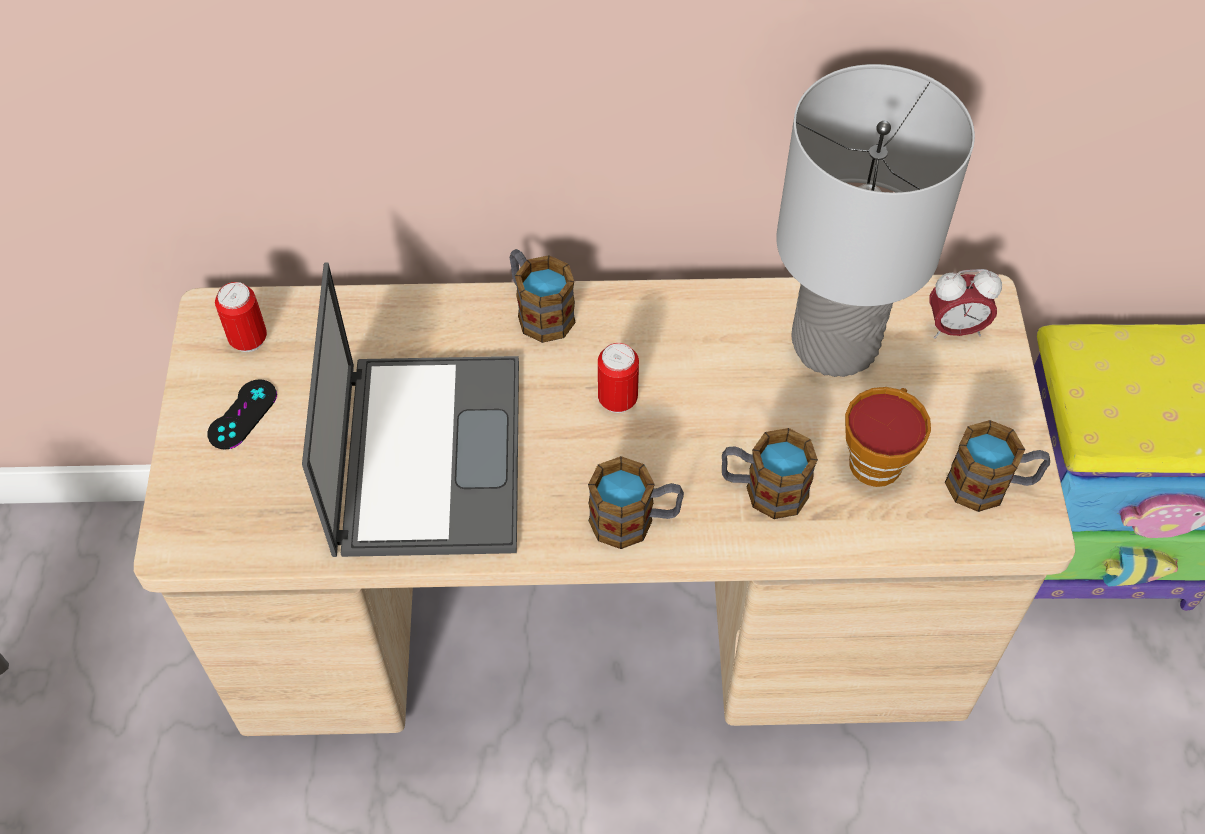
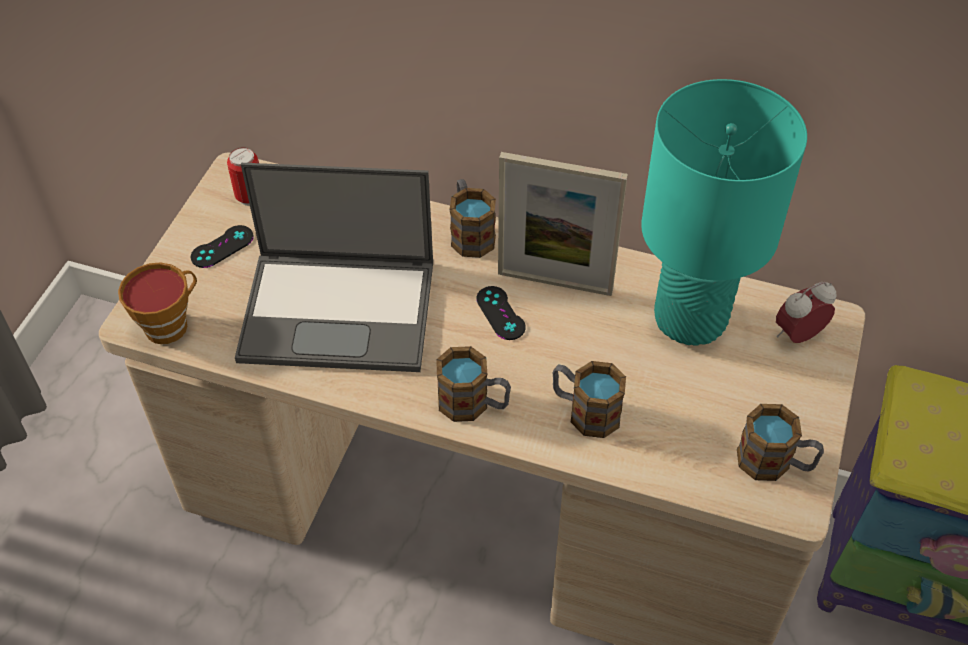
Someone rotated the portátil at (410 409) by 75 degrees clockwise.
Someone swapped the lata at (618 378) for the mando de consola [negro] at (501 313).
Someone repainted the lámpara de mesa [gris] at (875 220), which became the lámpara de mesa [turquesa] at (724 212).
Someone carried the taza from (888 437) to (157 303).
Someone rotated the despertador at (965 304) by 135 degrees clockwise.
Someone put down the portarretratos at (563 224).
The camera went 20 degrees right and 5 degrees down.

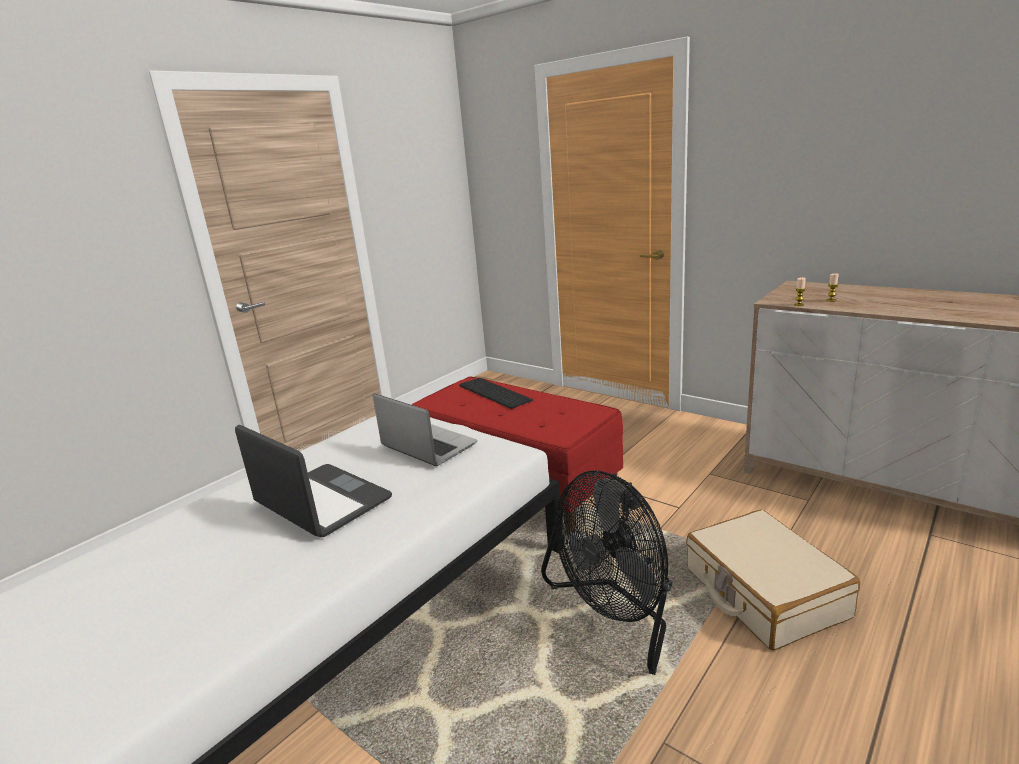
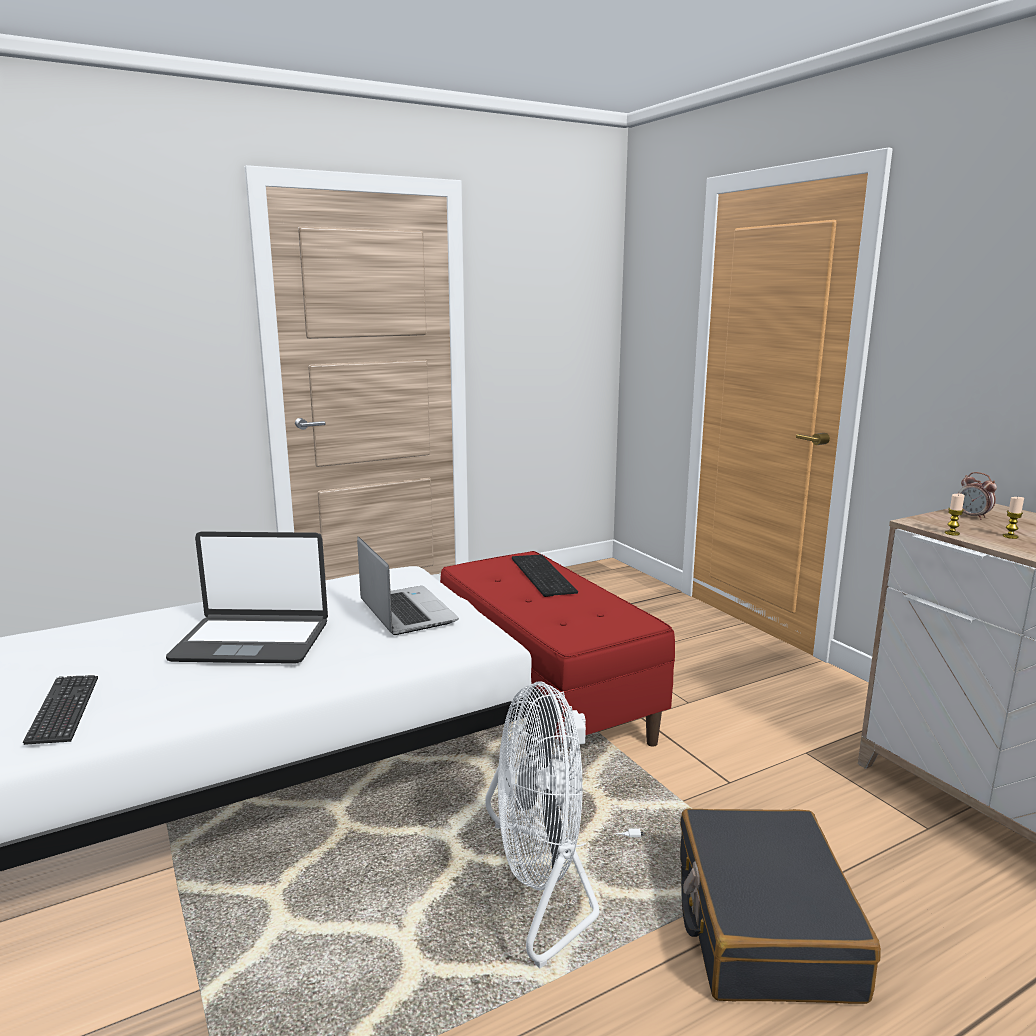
Someone rotated the portátil at (313 481) by 120 degrees clockwise.
Someone repainted the ventilador [negro] at (607 572), which became the ventilador [blanco] at (565 825).
Someone repainted the maleta [beis] at (773 580), which became the maleta [negro] at (780 906).
Someone put down the teclado at (60 710).
Someone put down the despertador at (977 496).
The camera went 20 degrees right and 5 degrees down.

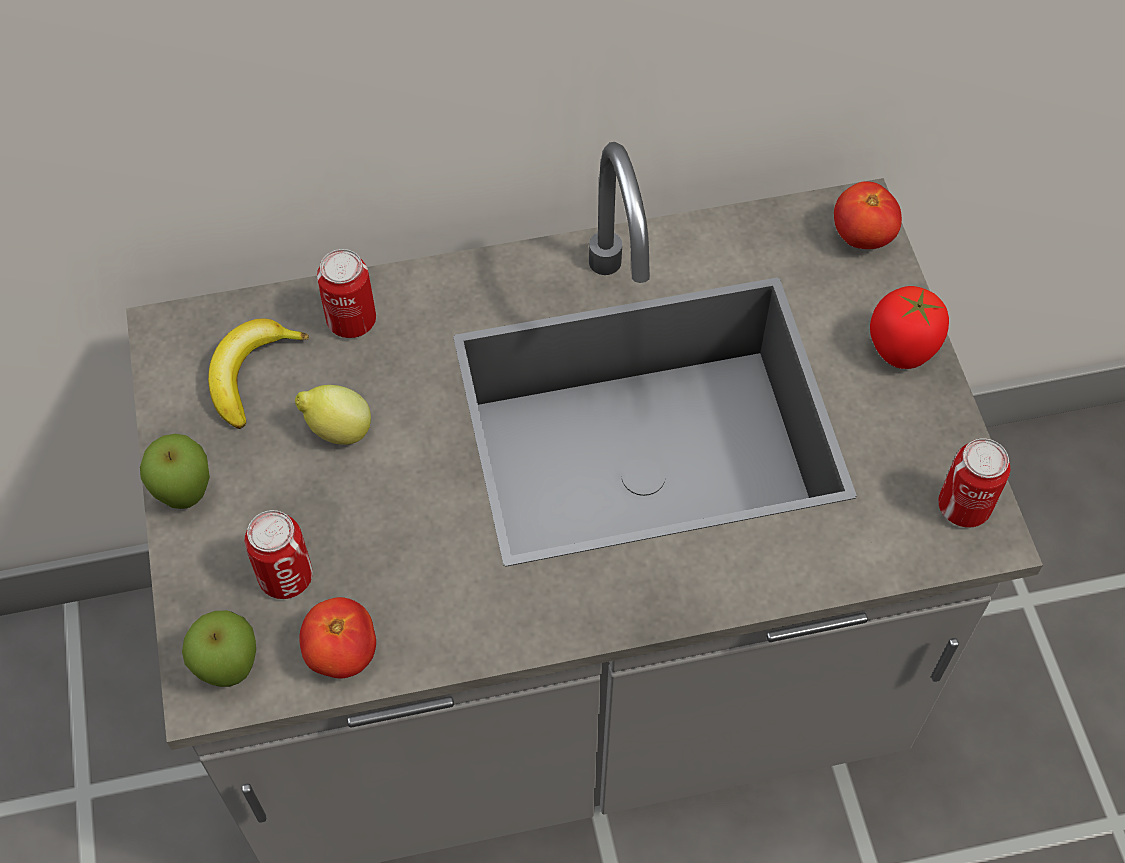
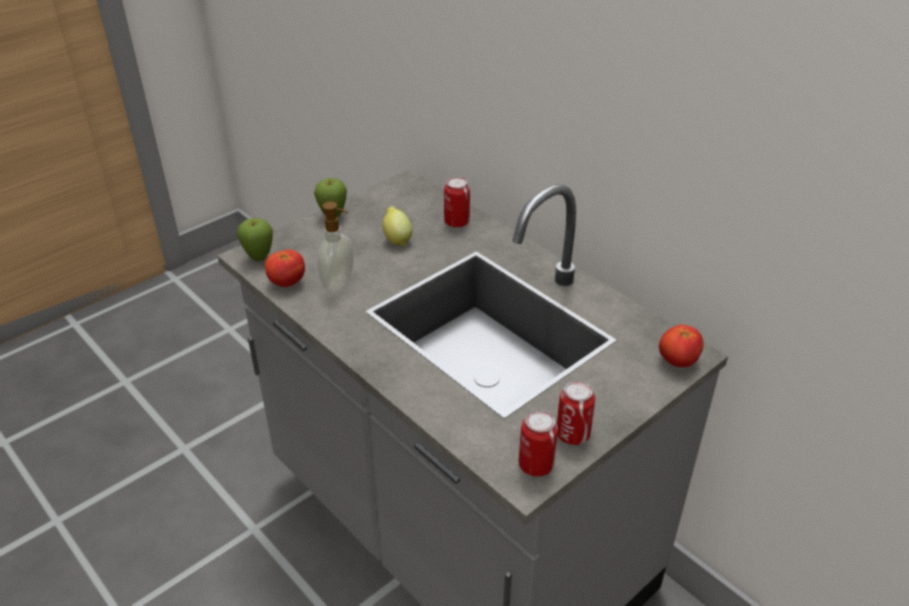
Someone took away the plátano at (258 374).
Someone carried the lata from (278 554) to (576 412).
Someone took away the tomate at (909 327).
Someone put down the dispensador de jabón at (335 247).
The camera went 60 degrees right and 20 degrees down.

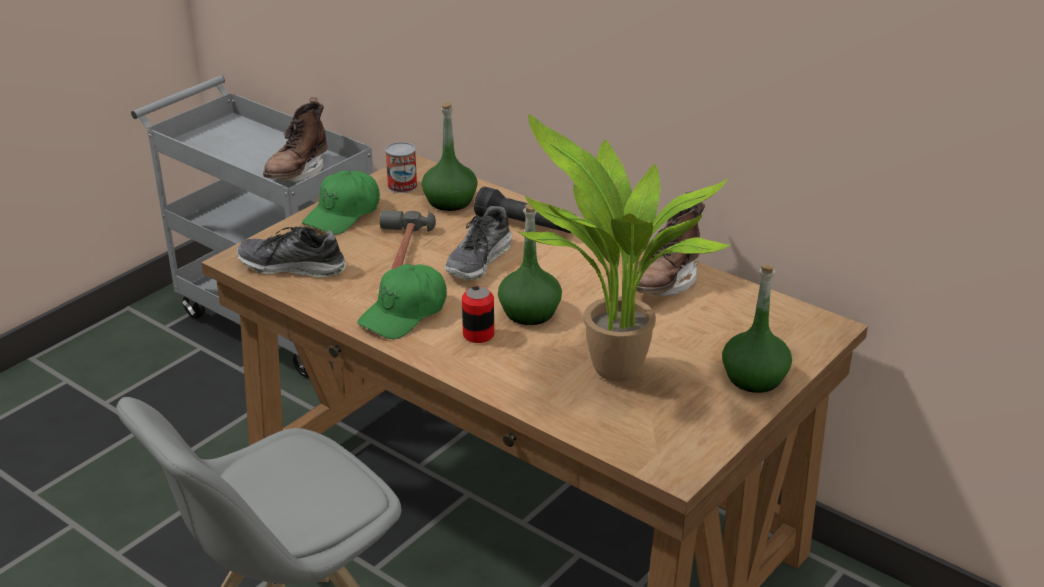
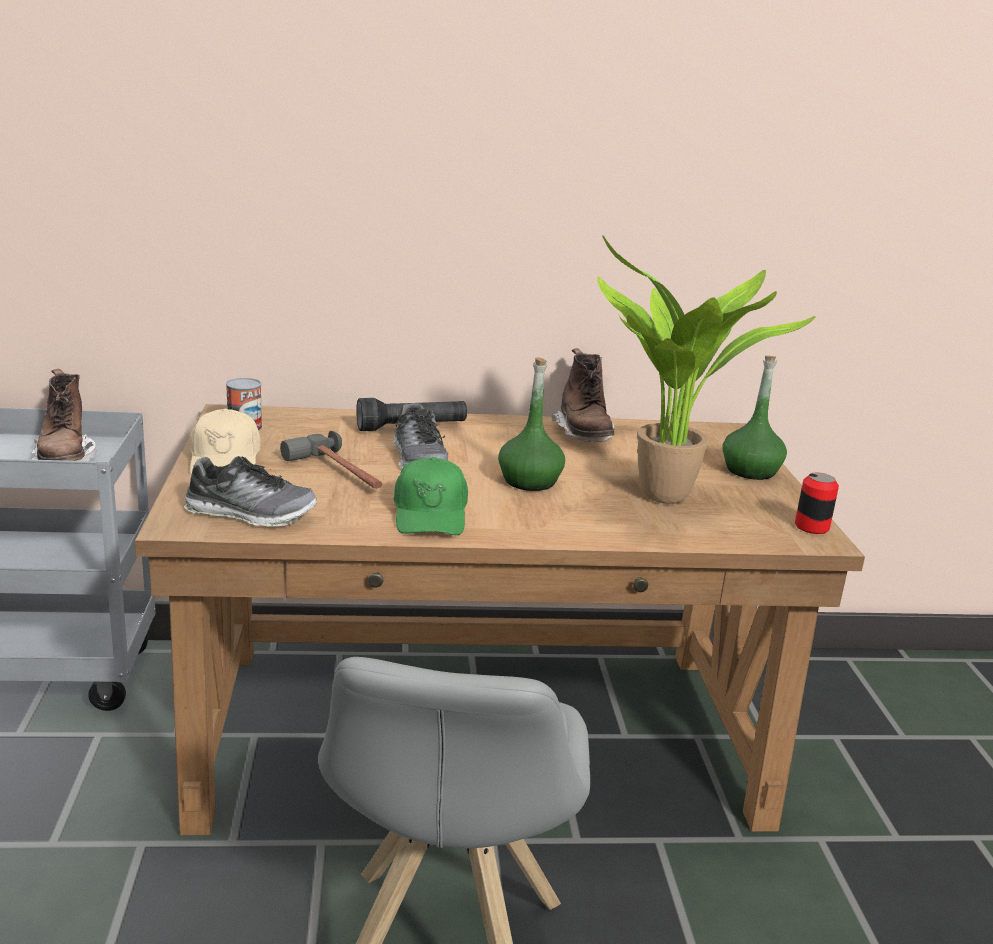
Someone rotated the zapato at (291 252) by 135 degrees counterclockwise.
Someone repainted the gorra [verde] at (341 203), which became the gorra [beis] at (225 442).
Someone took away the botella [verde] at (450 157).
Someone carried the lata from (478 314) to (817 503).
The camera went 45 degrees left and 10 degrees down.

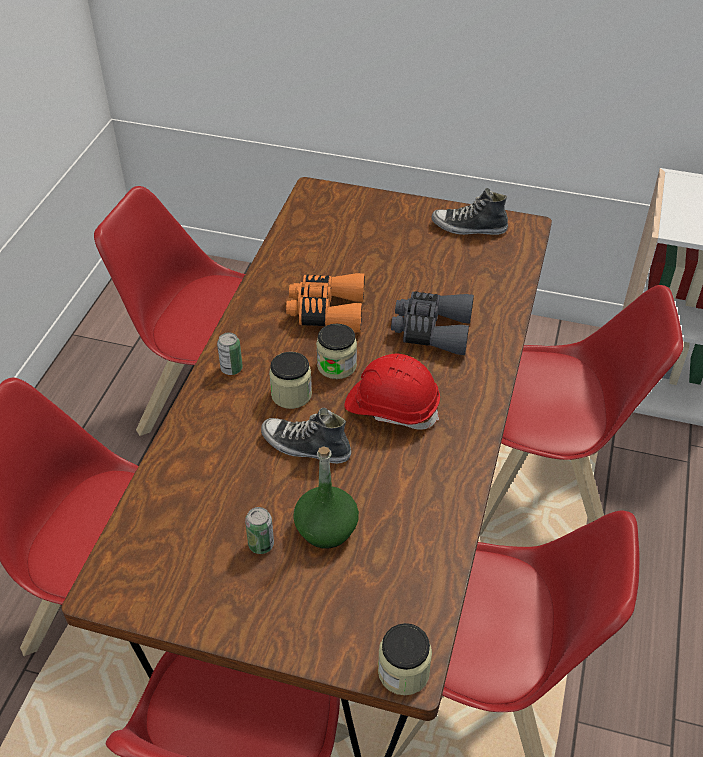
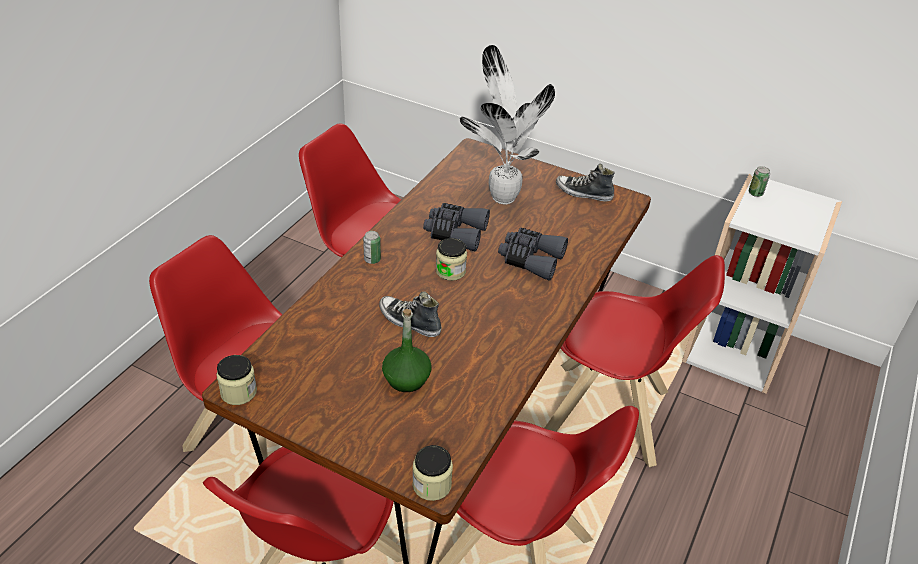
Someone carried the lata from (259 530) to (759 181).
Someone carried the tarro from (290 380) to (236 380).
Someone repainted the prismáticos [naranja] at (325 303), which became the prismáticos [gris] at (456 227).
Someone took away the casco [rojo] at (392 392).
Someone put down the planta en maceta at (507 124).
The camera went 10 degrees right and 5 degrees down.

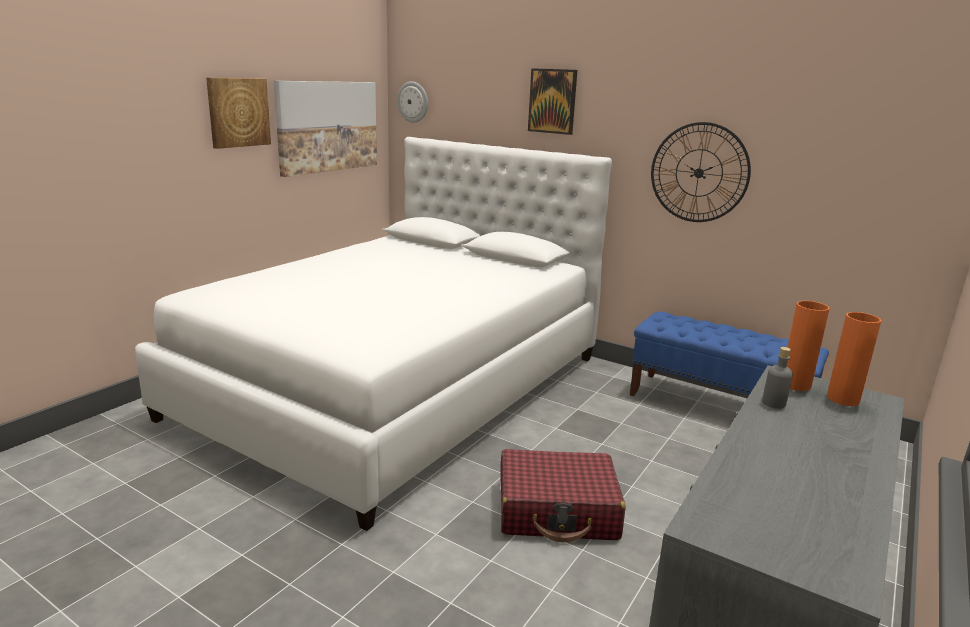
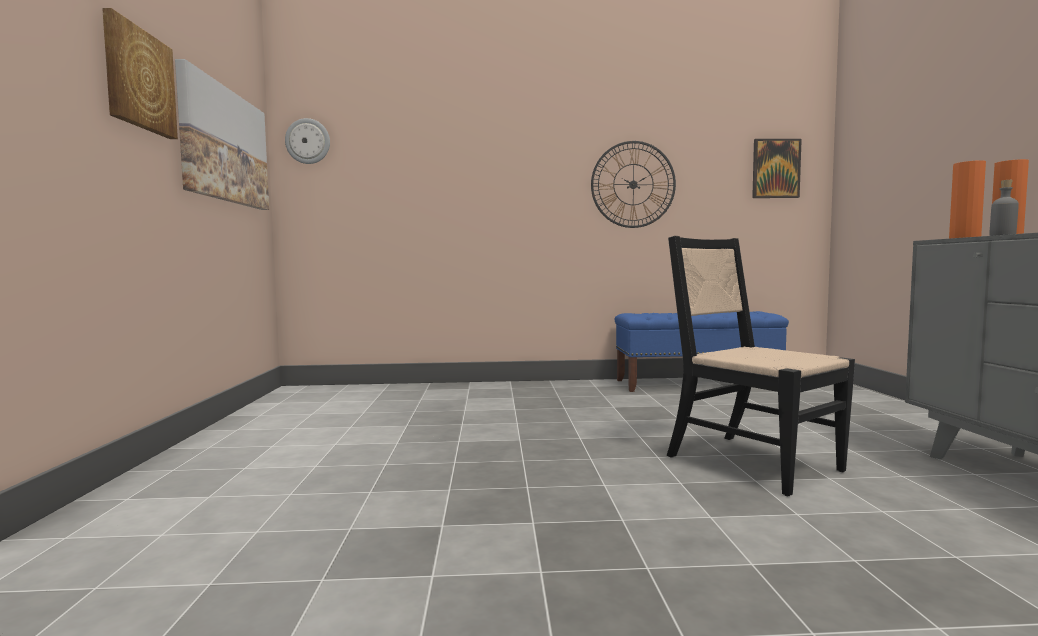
Someone took away the cama [blanco] at (373 334).
Someone swapped the maleta [rojo] at (563 495) for the silla at (761 366).
Someone carried the cuadro from (552 101) to (777 168).
The camera went 35 degrees left and 15 degrees down.

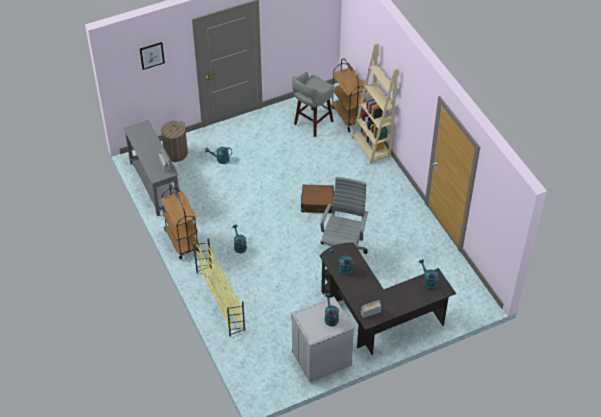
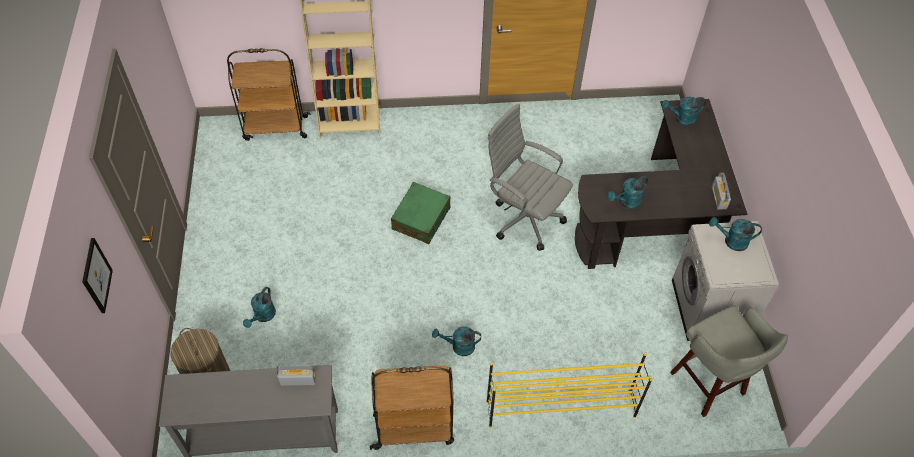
Someone carried the taburete [gris] from (314 104) to (729 361).
Someone repainted the maleta [marrón] at (317 198), which became the maleta [verde] at (420 213).
The camera went 70 degrees left and 5 degrees up.

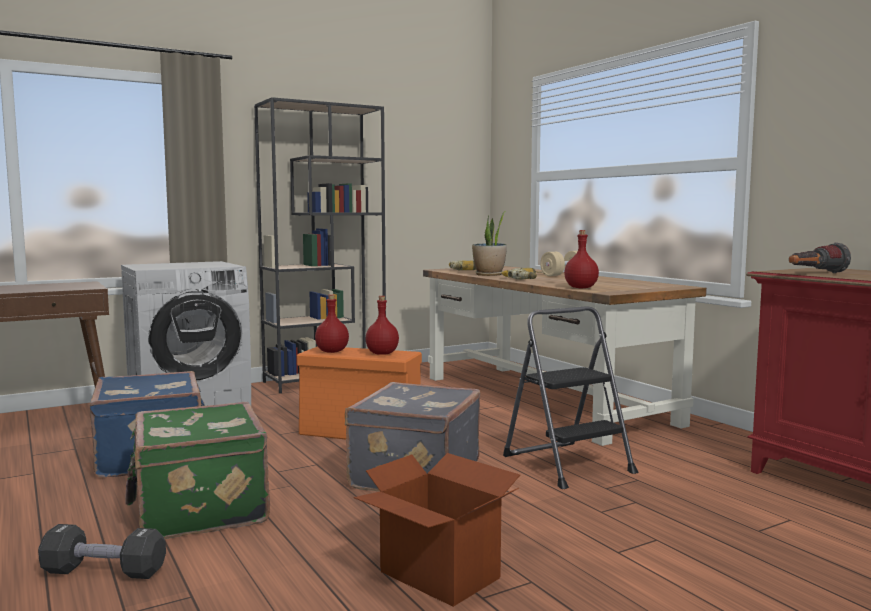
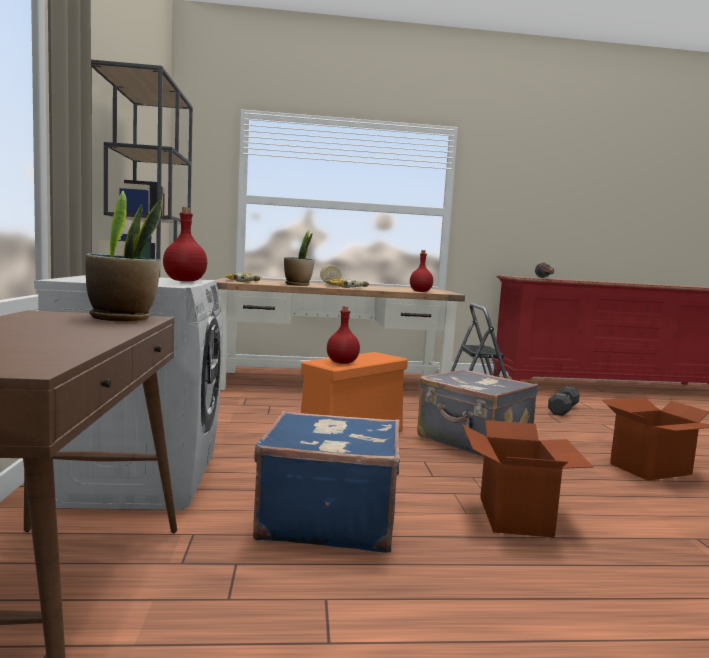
Someone carried the mancuerna [negro] from (102 551) to (564 401).
Someone swapped the maleta [verde] at (197 470) for the caja de cartón at (528 479).
Someone carried the botella [rojo] from (382 325) to (185 244).
Someone put down the planta en maceta at (123 256).
The camera went 65 degrees left and 0 degrees up.

